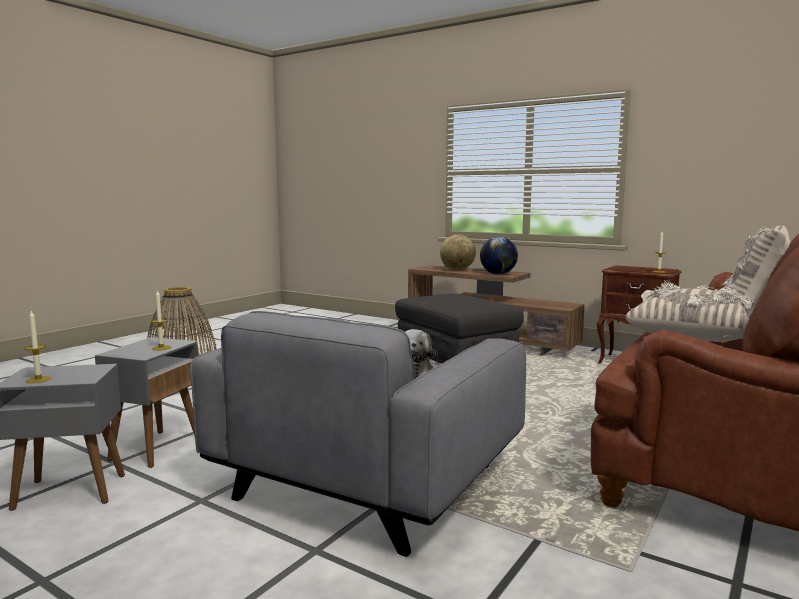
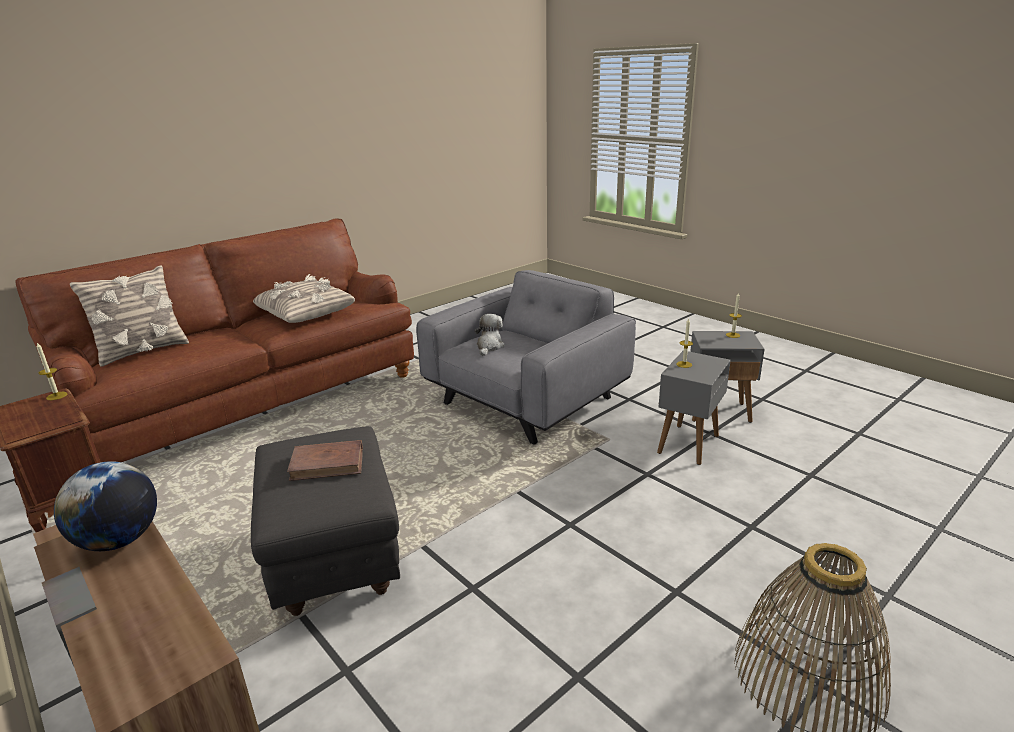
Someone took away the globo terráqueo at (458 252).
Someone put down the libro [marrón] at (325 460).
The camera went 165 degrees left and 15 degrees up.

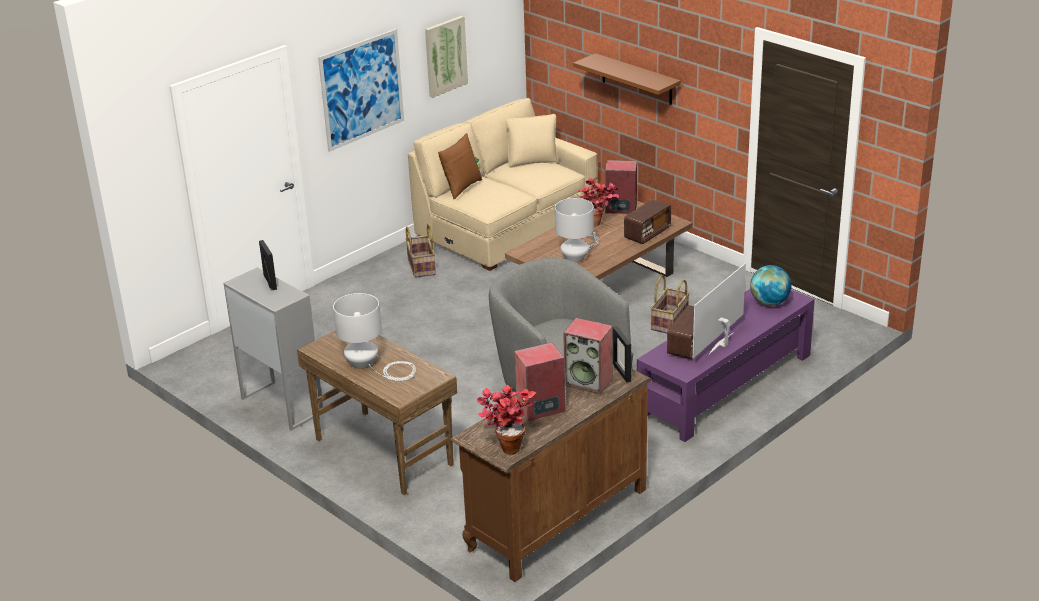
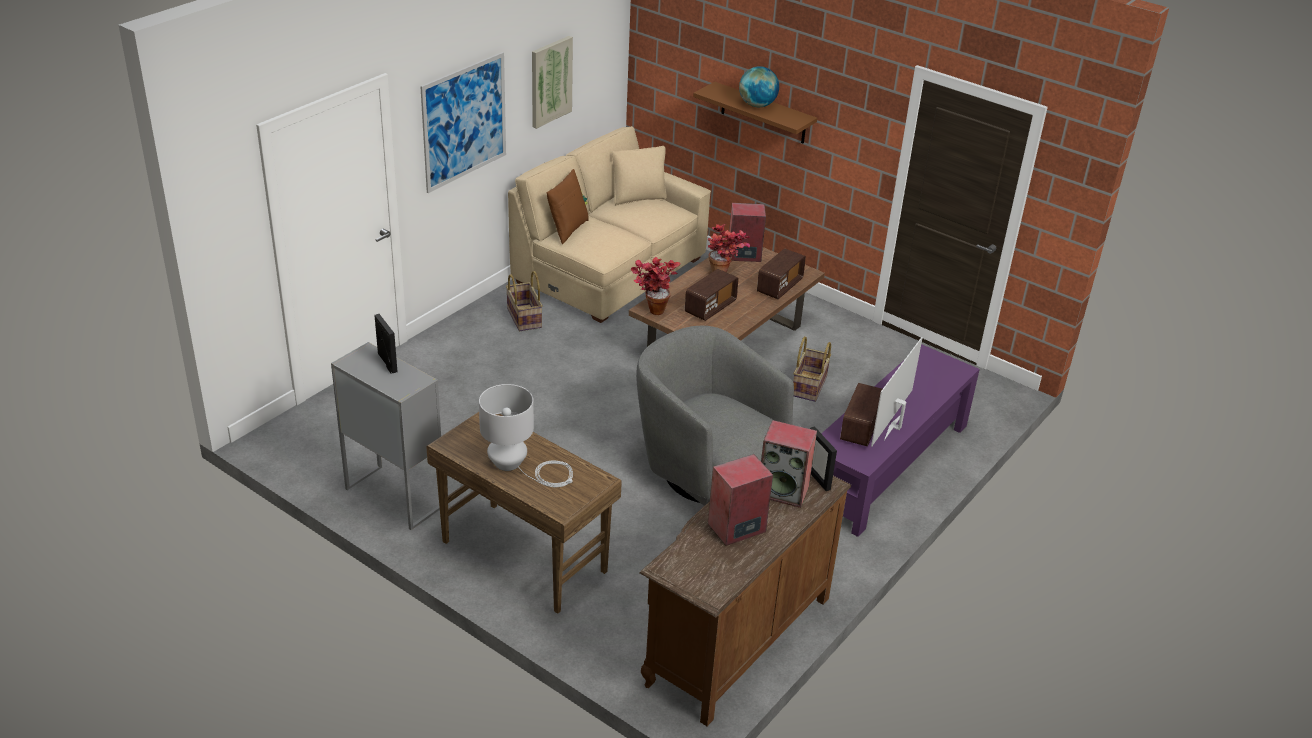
Someone carried the planta en maceta from (506 420) to (656 286).
Someone swapped the lámpara de mesa [gris] at (577 230) for the radio at (712 295).
Someone carried the globo terráqueo from (770 285) to (759 86).
The camera went 10 degrees left and 5 degrees up.

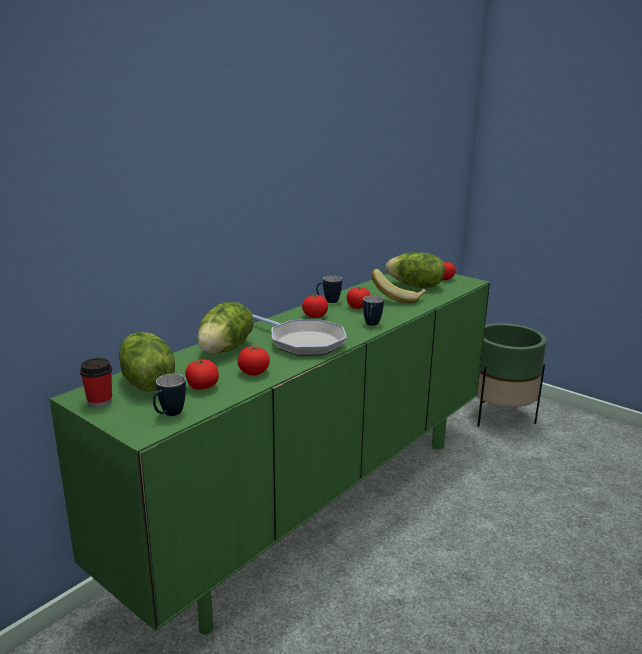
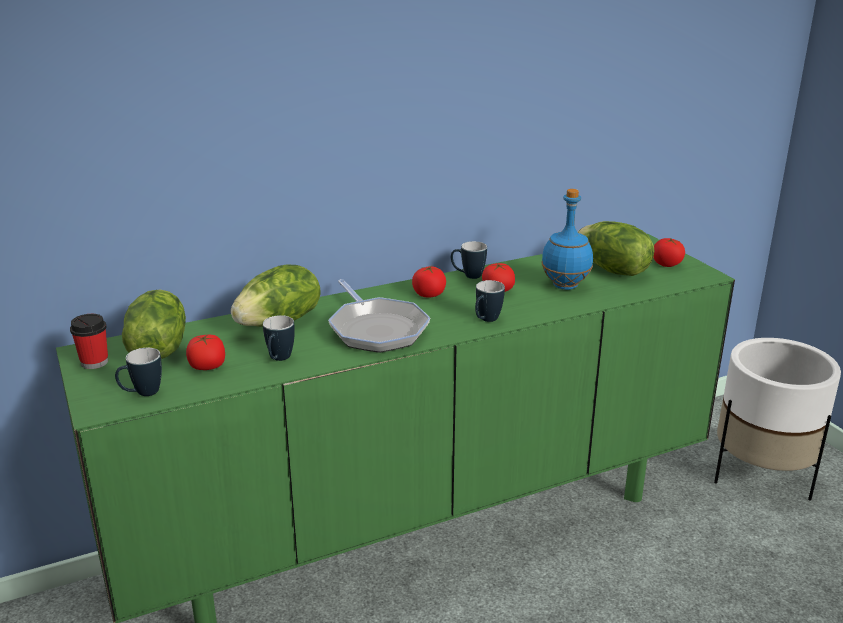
Someone swapped the tomate at (254 361) for the taza grande at (279 338).
Someone swapped the plátano at (399 286) for the botella [azul] at (567 239).
Someone repainted the maceta [verde] at (511 375), which became the maceta [blanco] at (777 419).
The camera went 25 degrees right and 5 degrees up.

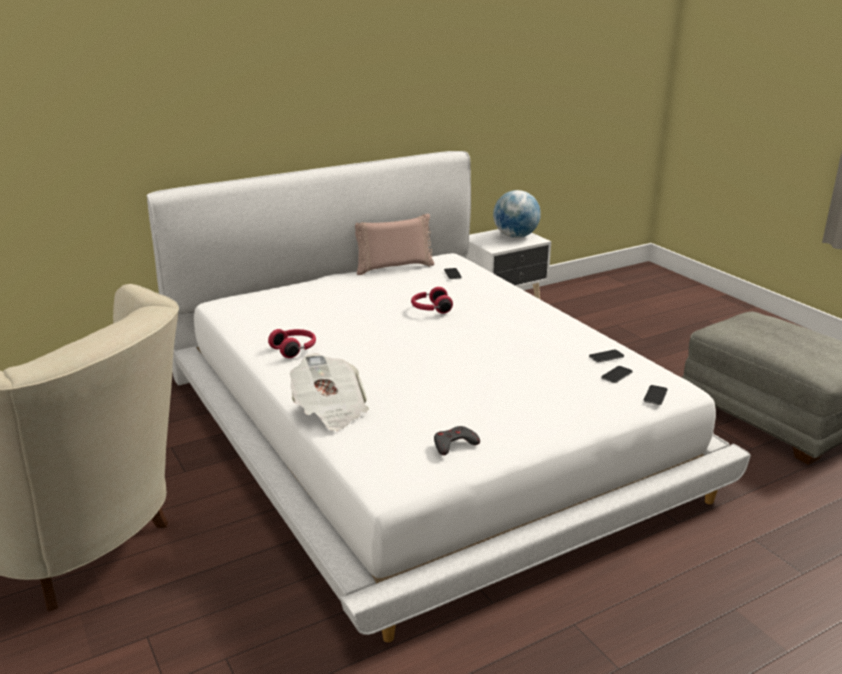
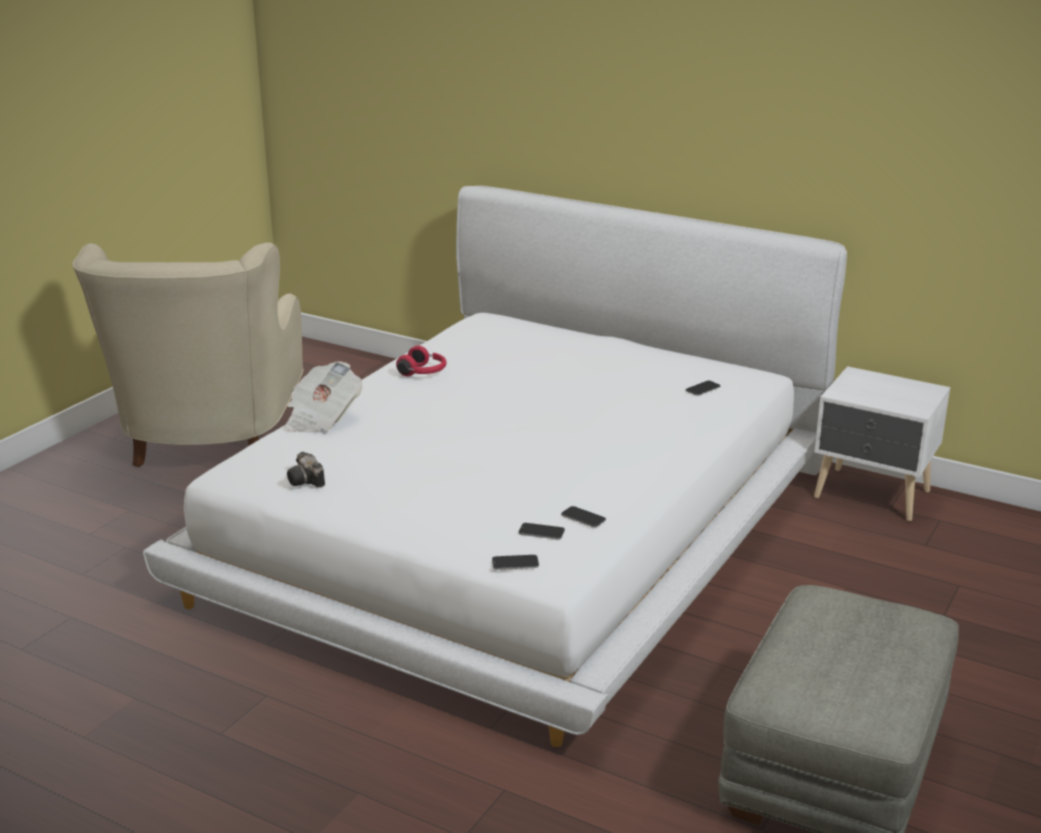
Someone took away the cojín [beis] at (394 244).
Someone took away the auriculares [rojo] at (432 300).
Someone swapped the mando de consola [gris] at (457 440) for the cámara at (306 470).
Someone took away the globo terráqueo at (517 214).
The camera went 60 degrees right and 0 degrees up.

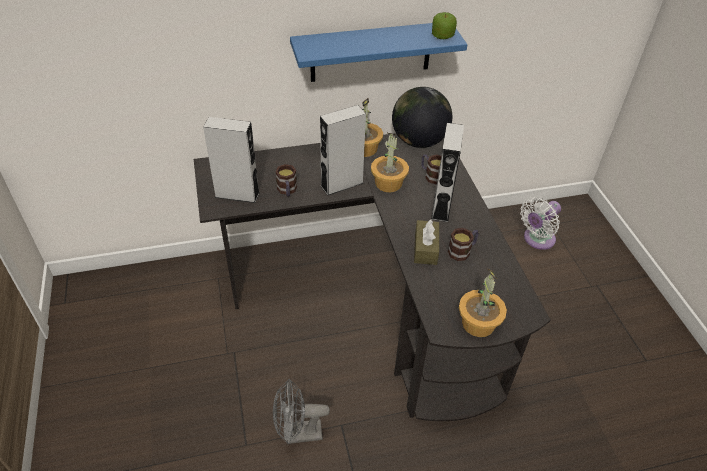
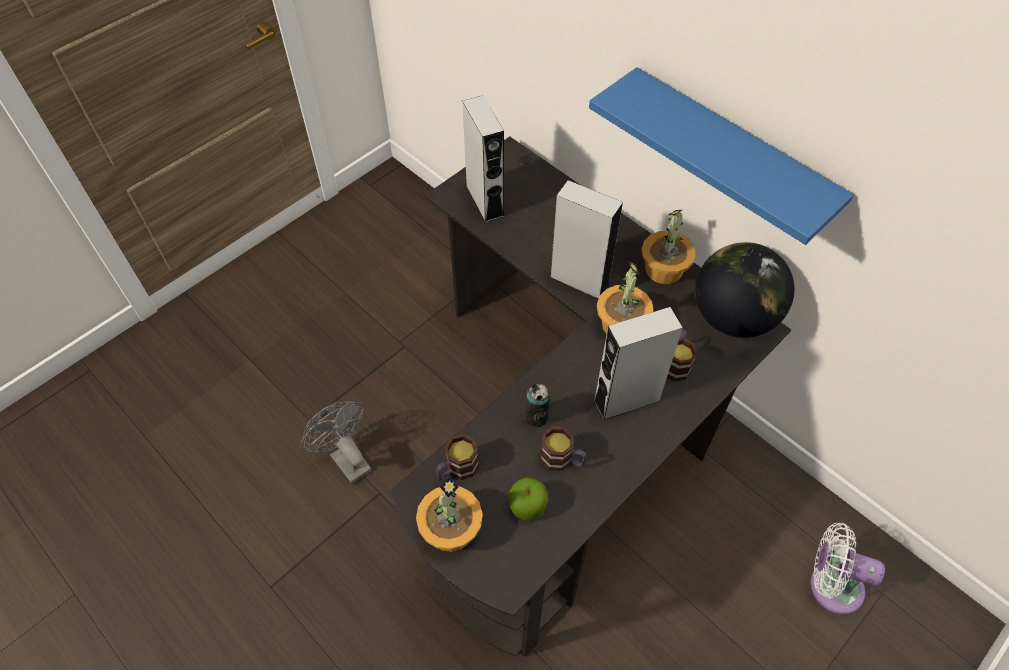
Someone carried the taza grande from (286 180) to (457 457).
Someone swapped the caja de pañuelos [marrón] at (426 242) for the lata at (537 405).
Someone carried the manzana from (444 25) to (528 499).
The camera went 60 degrees right and 10 degrees up.

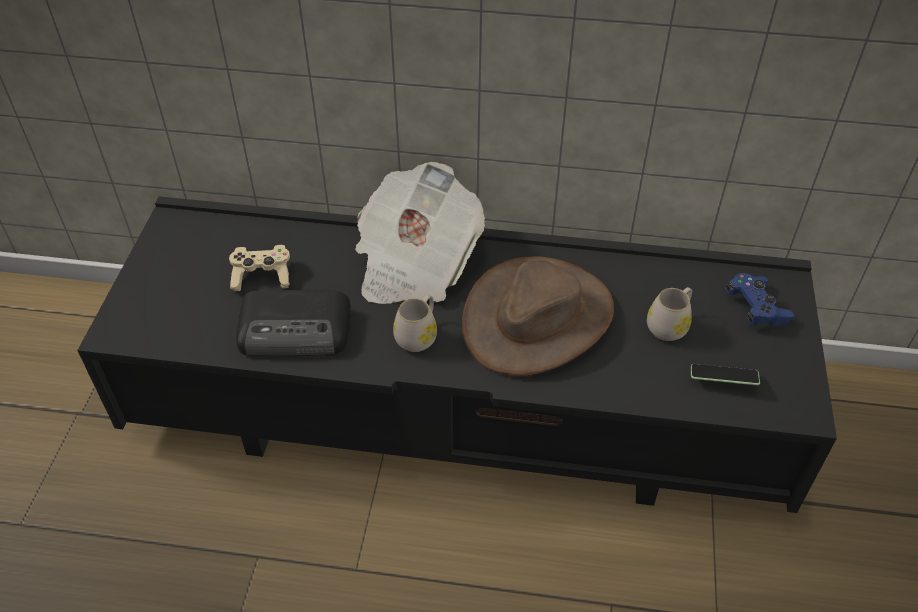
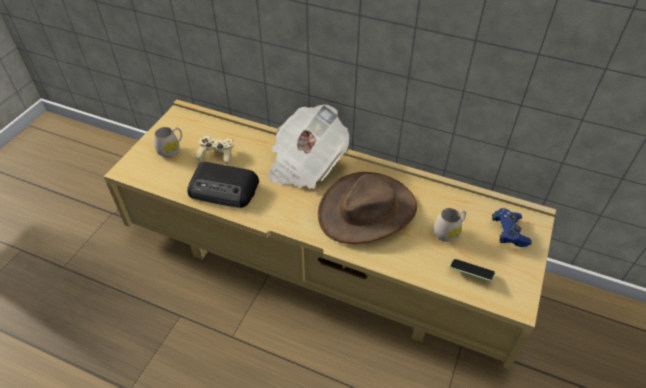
Someone repainted the mueble de televisión [negro] at (457 354), which became the mueble de televisión [beis] at (330 234).
Someone carried the taza grande [blanco] from (415 323) to (168 142).
The camera went 15 degrees right and 0 degrees up.

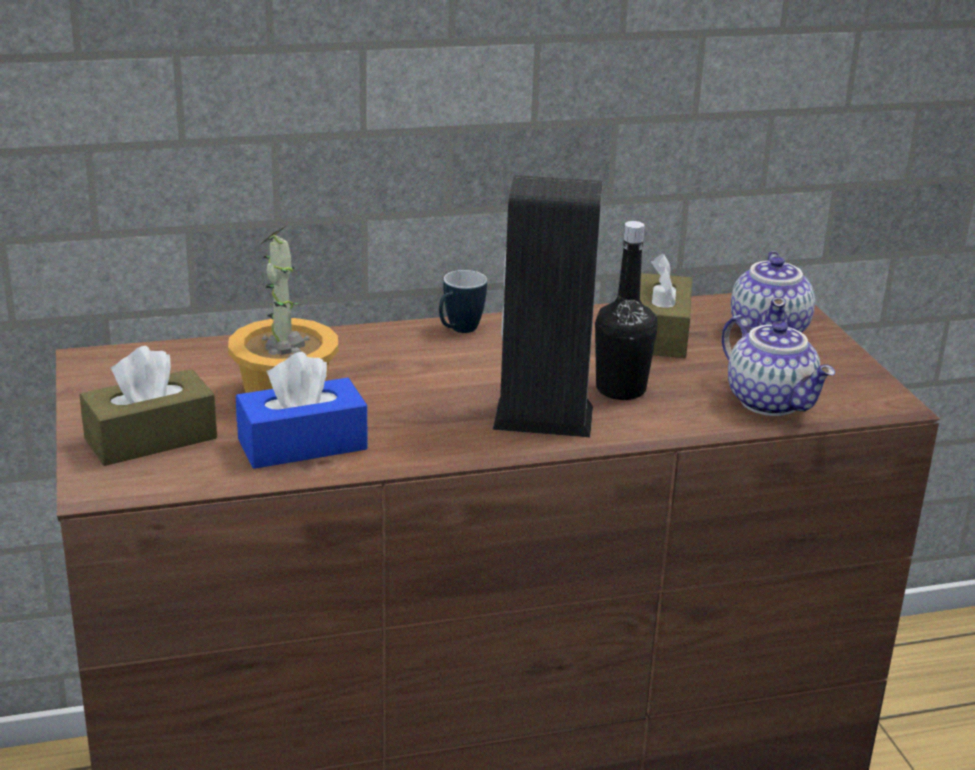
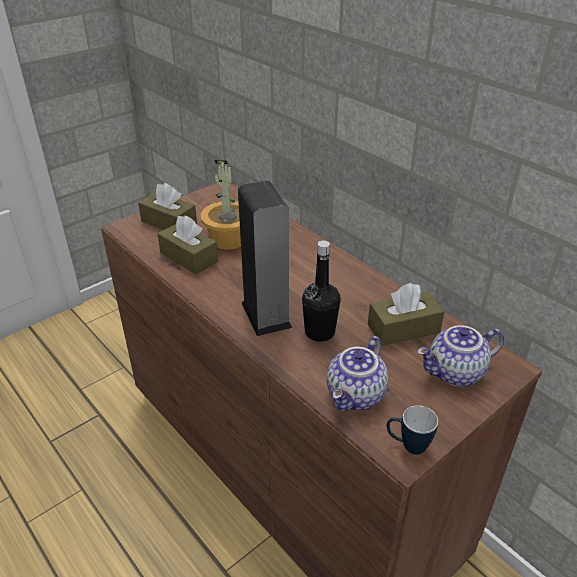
Someone repainted the caja de pañuelos [azul] at (302 410), which became the caja de pañuelos [marrón] at (187 244).
Someone carried the taza grande from (463 301) to (412 430).
The camera went 65 degrees right and 10 degrees up.

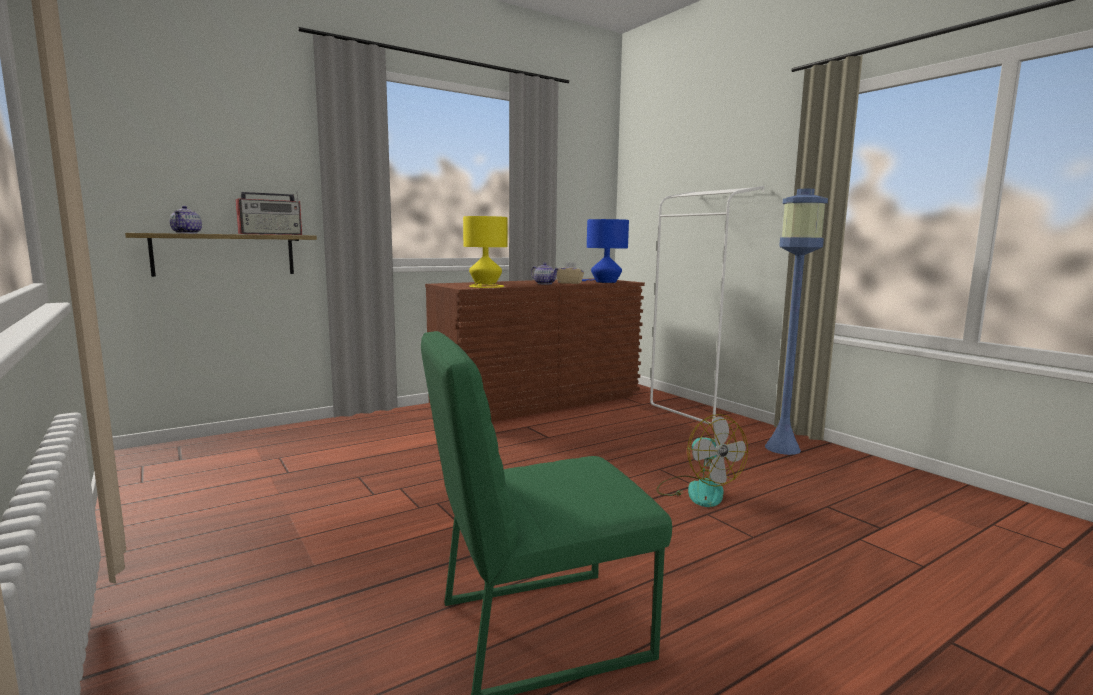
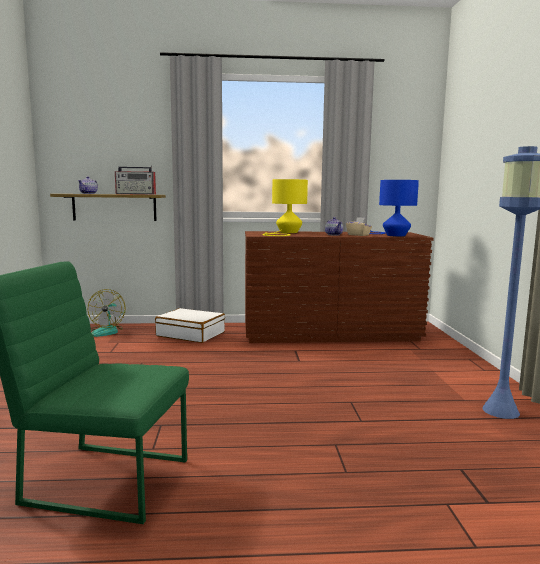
Someone took away the perchero [blanco] at (707 305).
Someone carried the ventilador from (702 460) to (107 313).
Someone put down the maleta [blanco] at (190 325).
The camera went 30 degrees right and 0 degrees up.

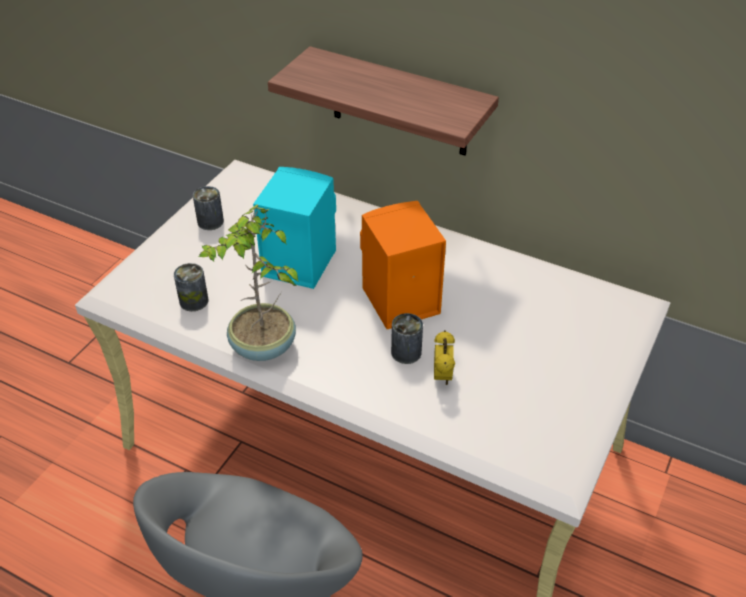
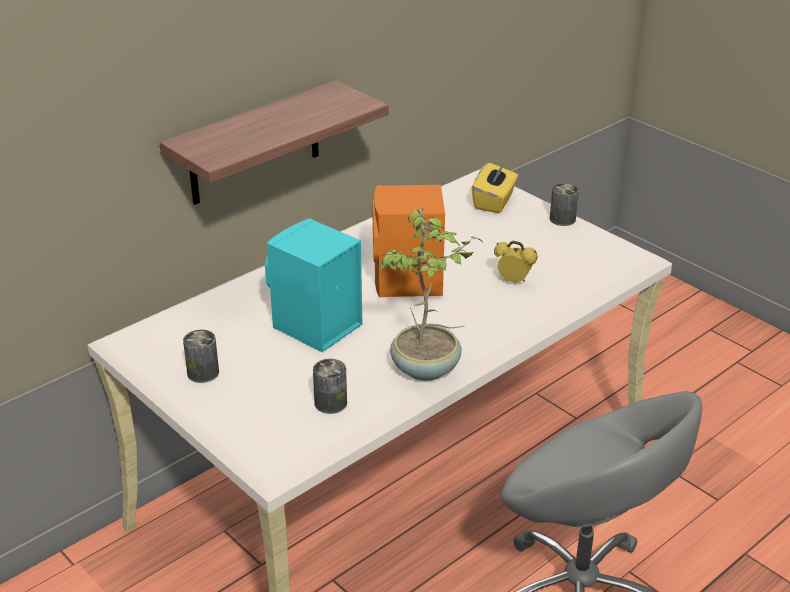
Someone carried the lata from (407 338) to (564 204).
Someone put down the caja de pañuelos [amarillo] at (495 188).
The camera went 70 degrees left and 10 degrees down.

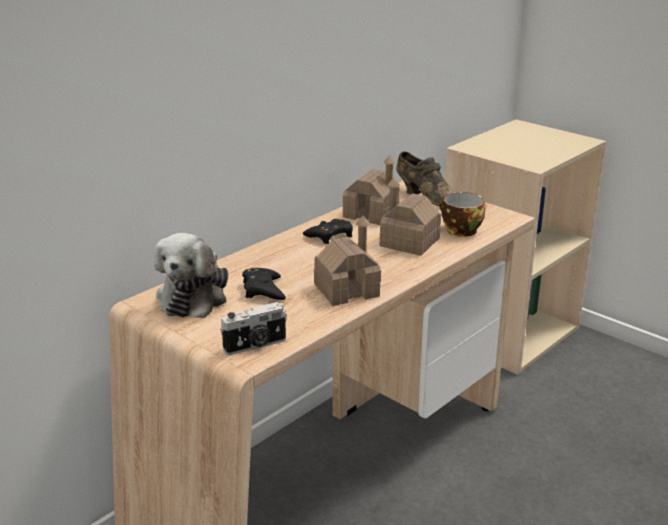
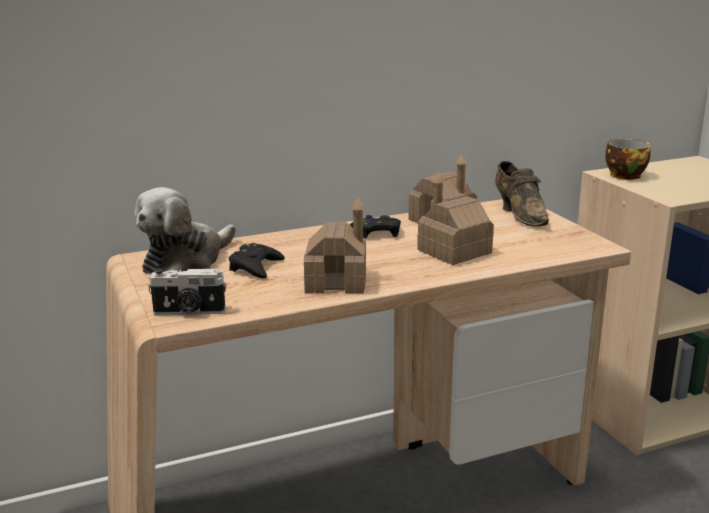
Someone carried the taza from (462 214) to (628 159).
The camera went 25 degrees right and 5 degrees down.

